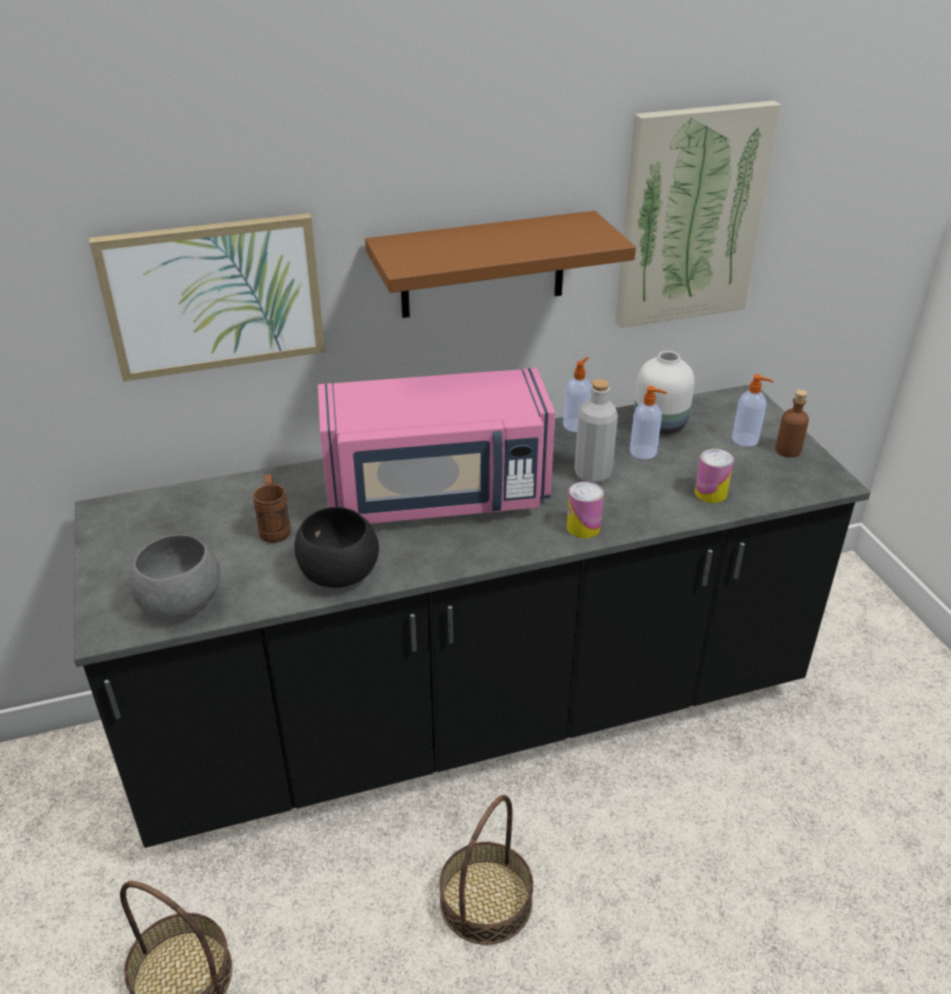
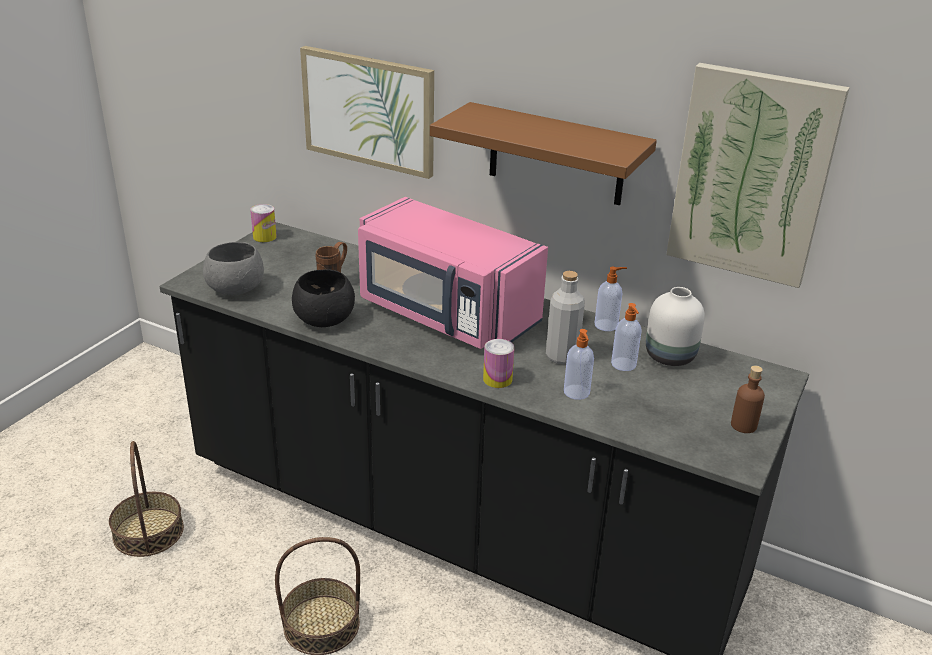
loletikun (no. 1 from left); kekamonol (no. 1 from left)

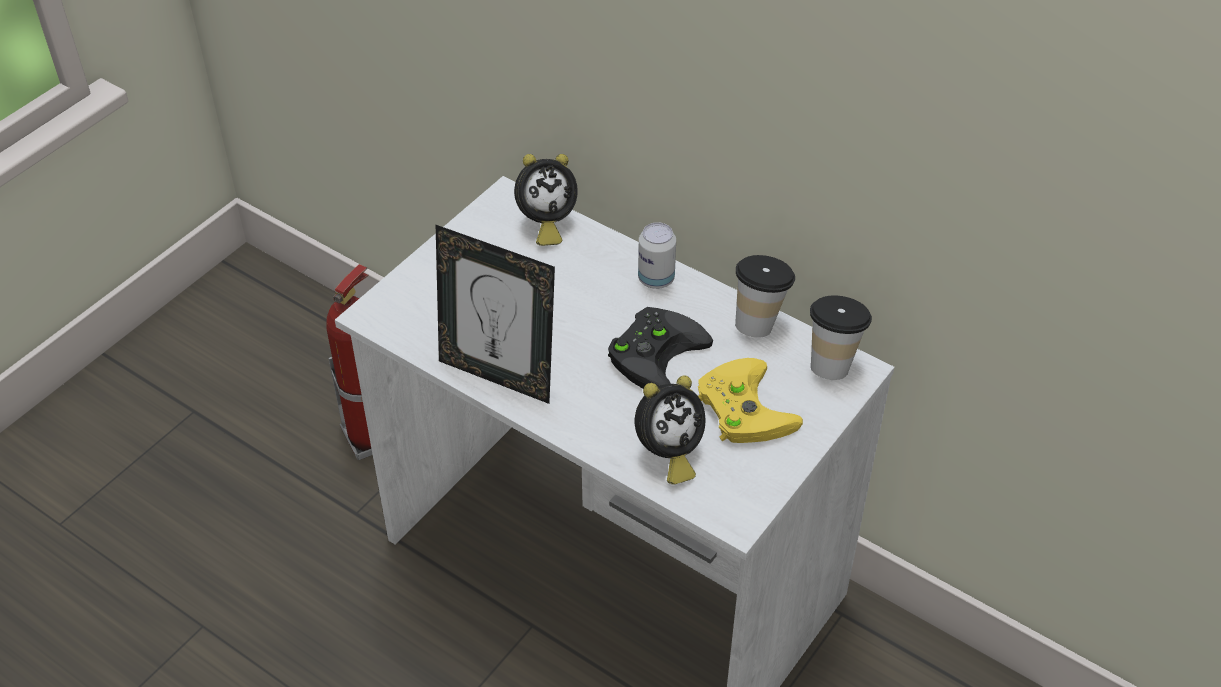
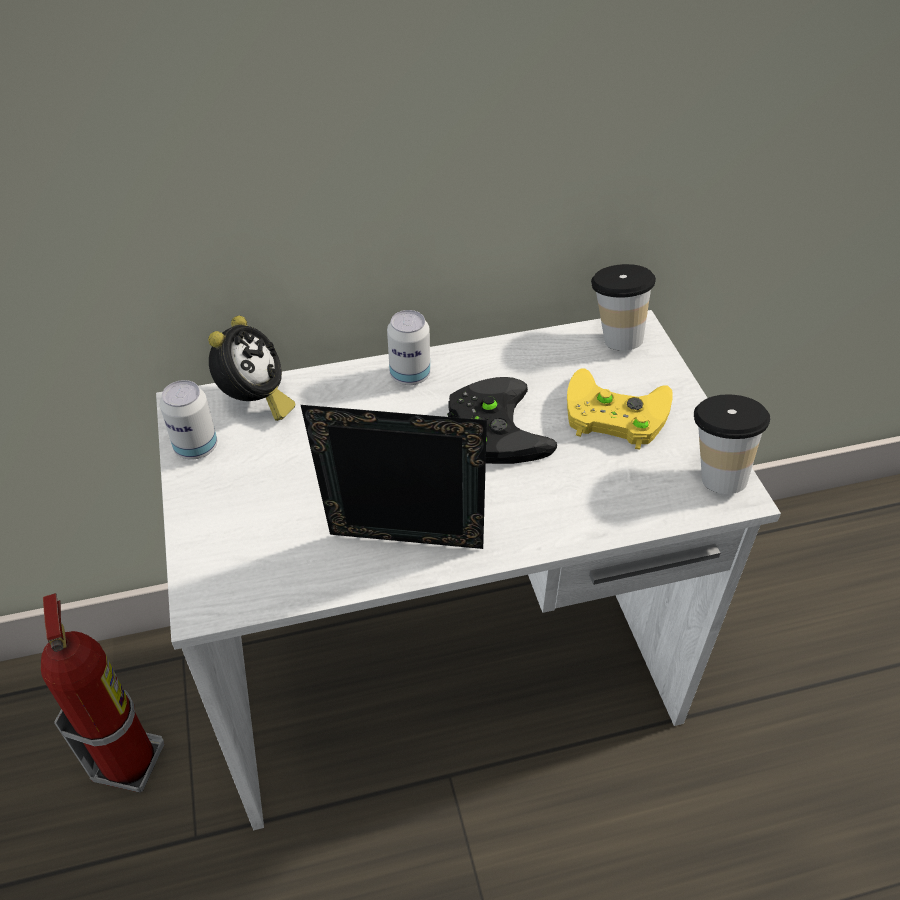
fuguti; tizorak (no. 2 from left); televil (no. 2 from left in the first image); kekamonol (no. 1 from left)

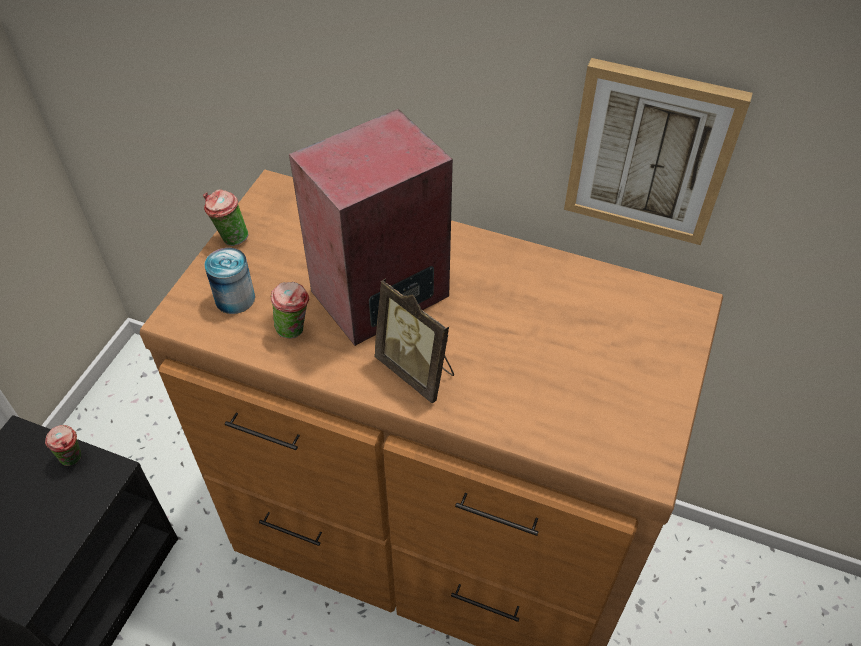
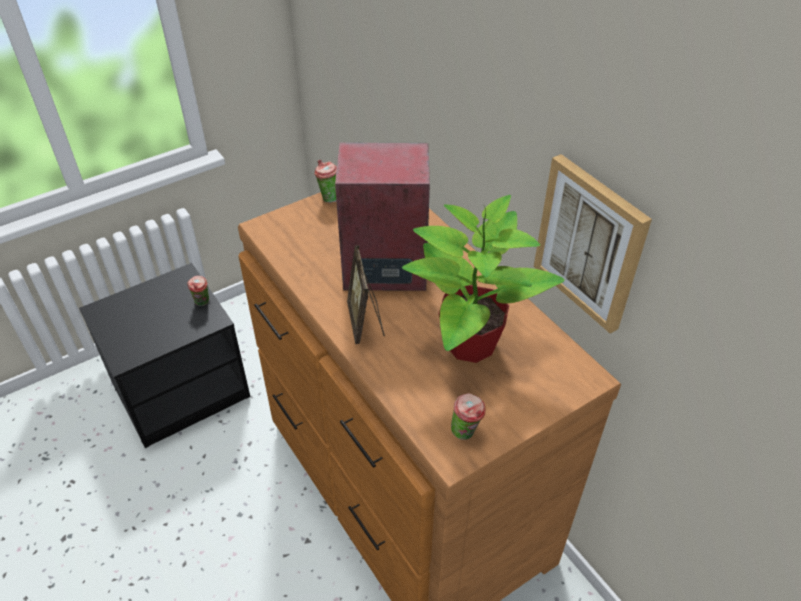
kekamonol; tizorak (no. 3 from left); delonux

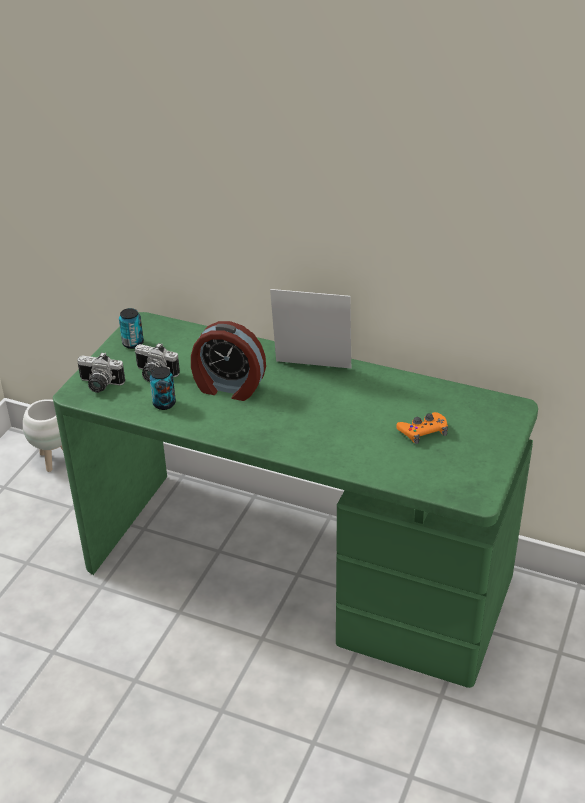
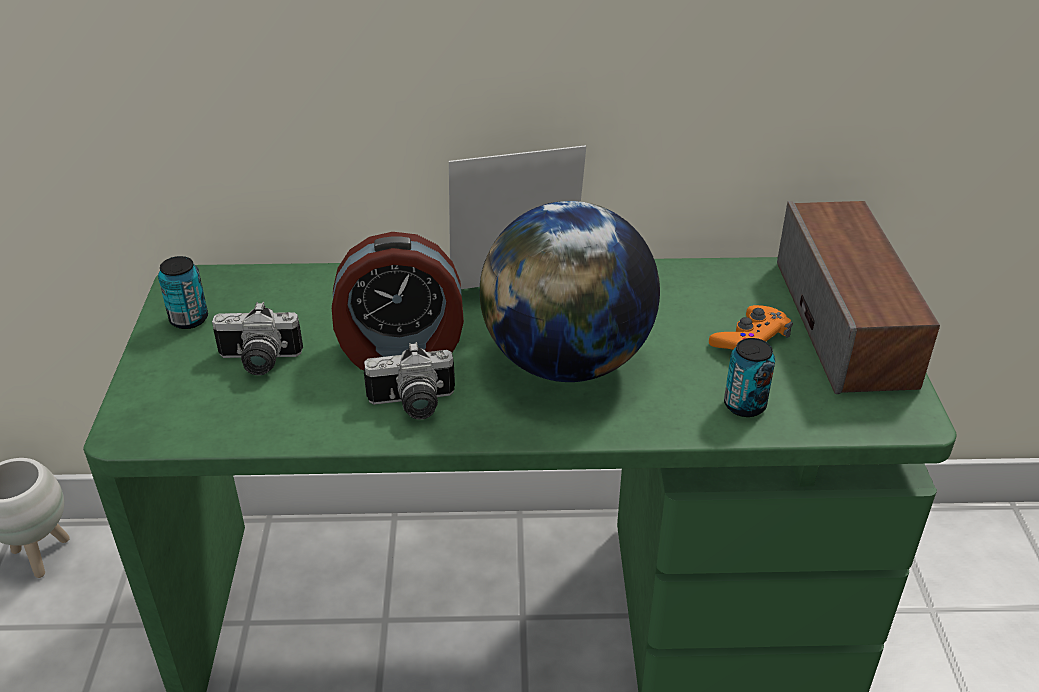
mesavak (no. 2 from left); kekamonol (no. 2 from left); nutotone; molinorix

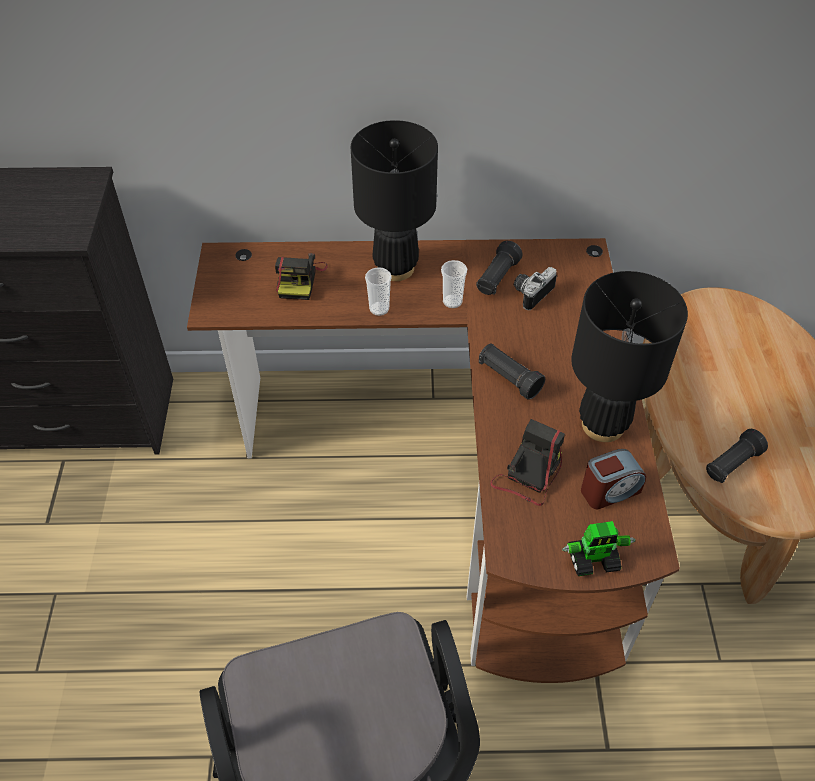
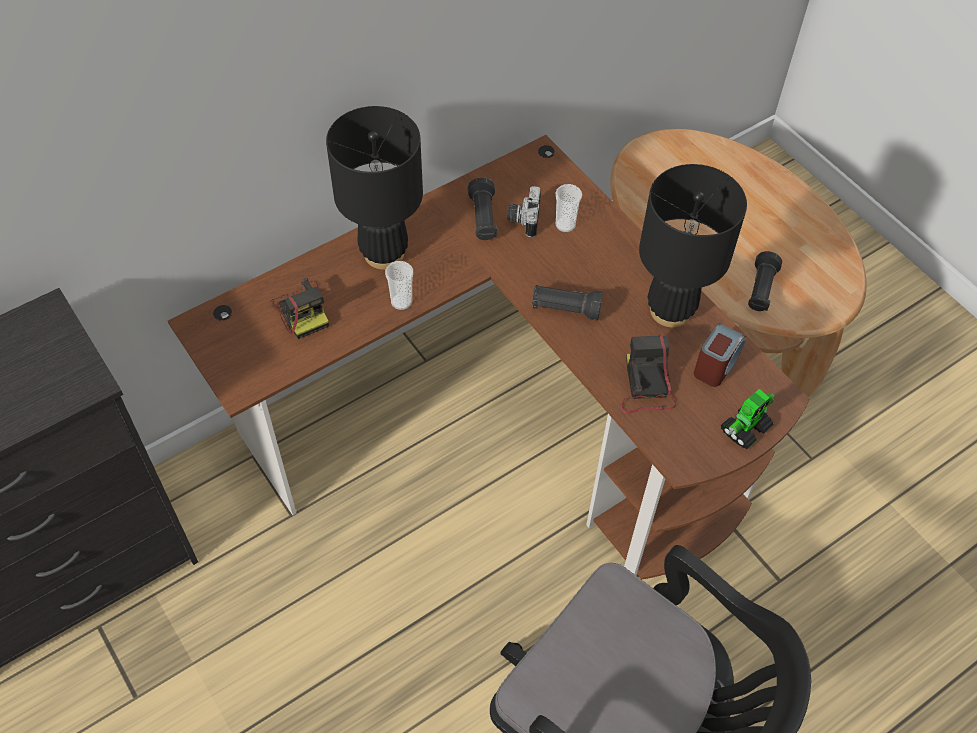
tizorak (no. 2 from left)

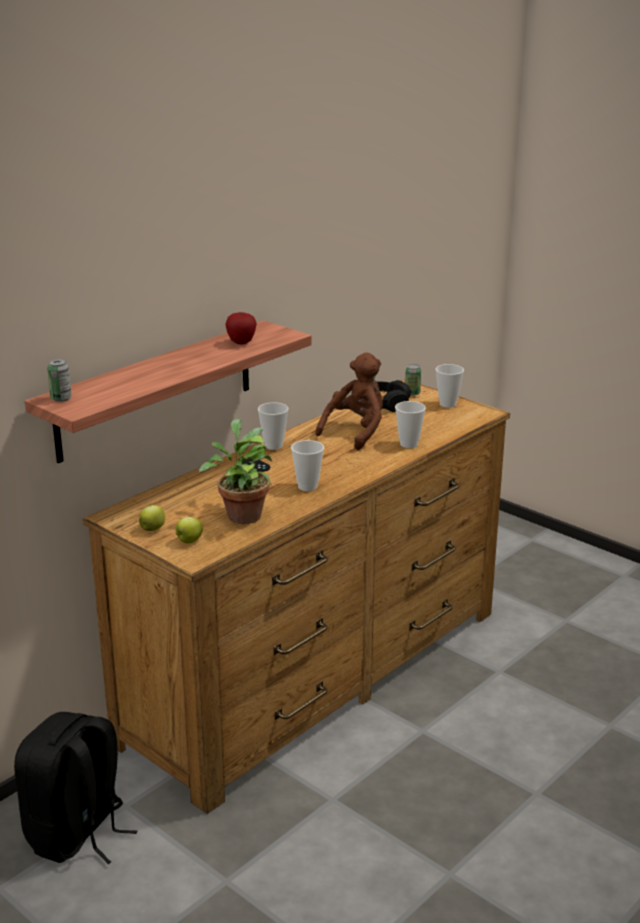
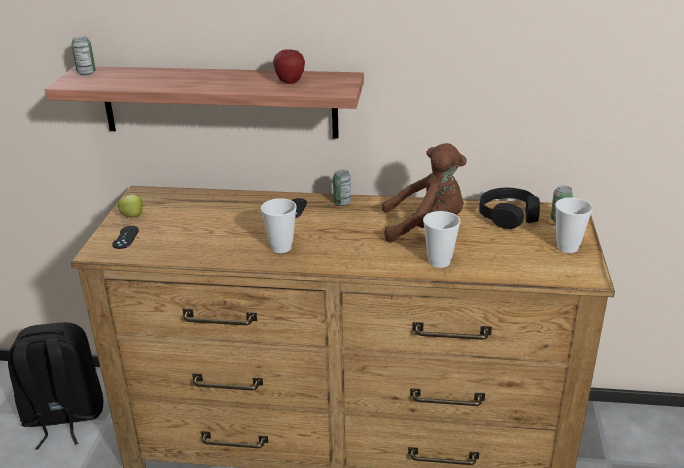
kekamonol (no. 2 from left); delonux; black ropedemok (no. 1 from left)

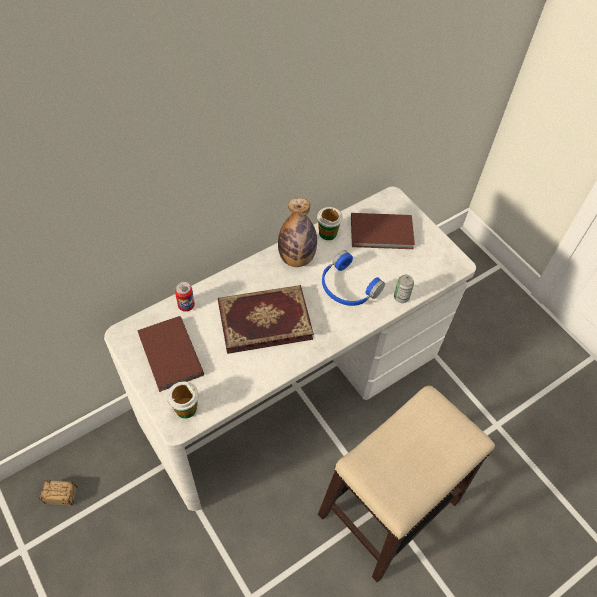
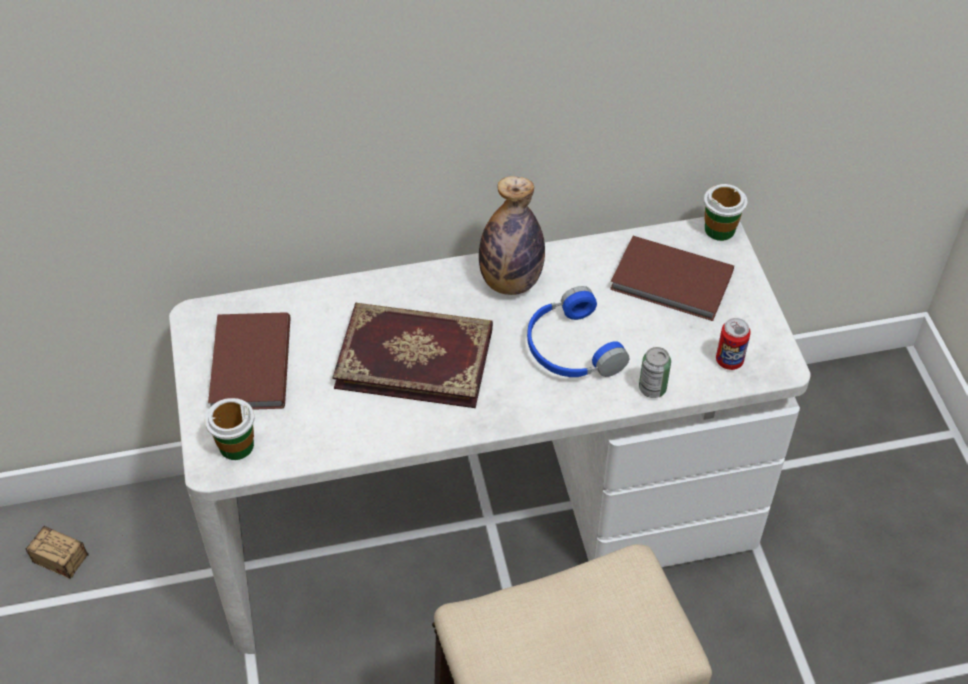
tizorak (no. 2 from left); kekamonol (no. 2 from left)

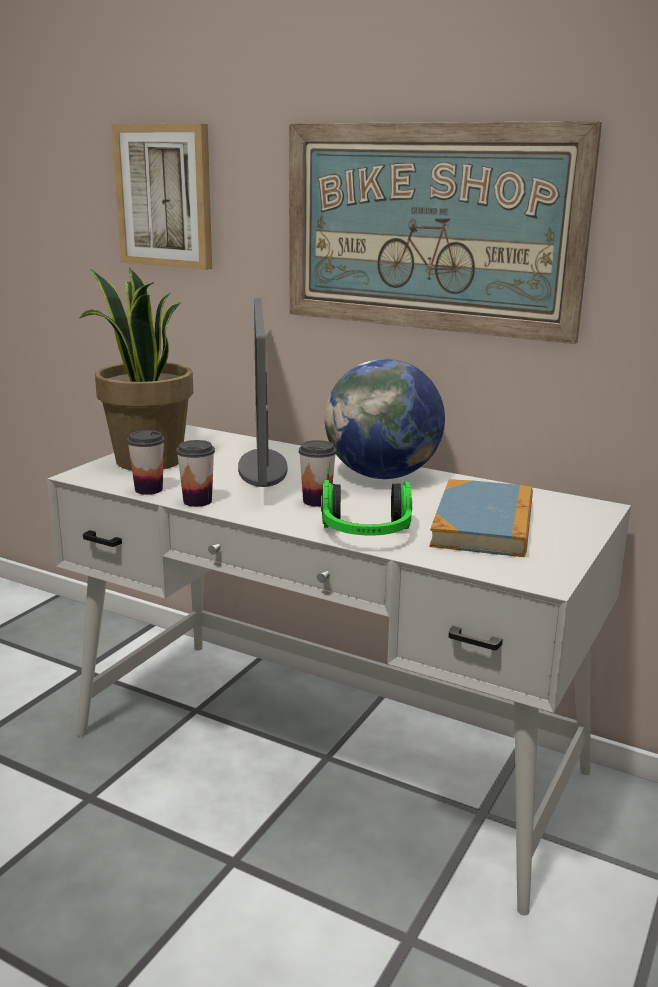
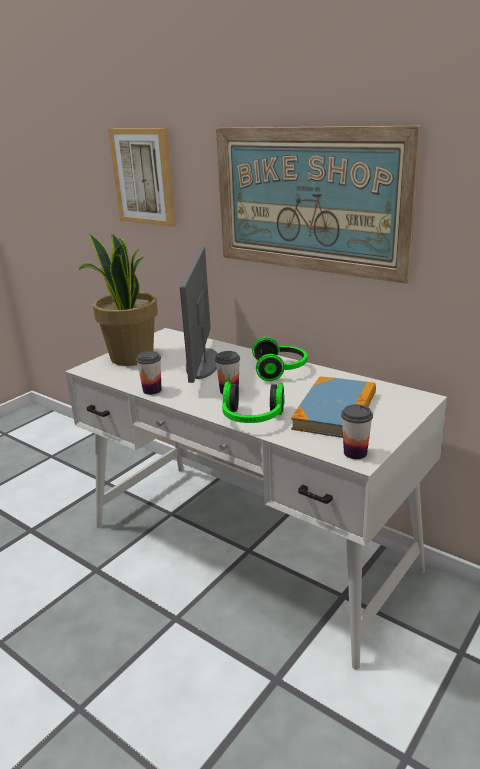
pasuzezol (no. 2 from left); tizorak (no. 3 from left)

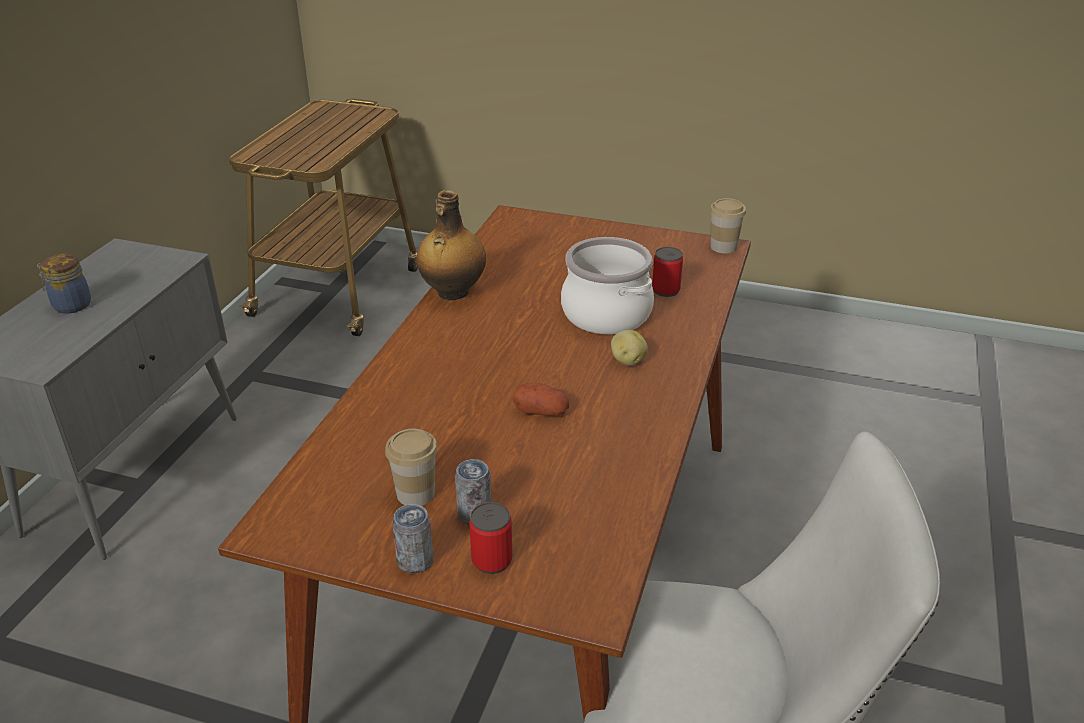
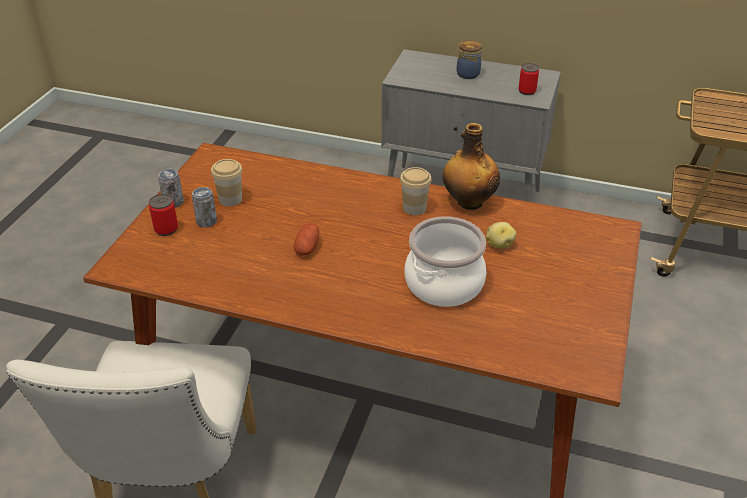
tizorak (no. 2 from left); kekamonol (no. 4 from left); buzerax (no. 2 from left)

